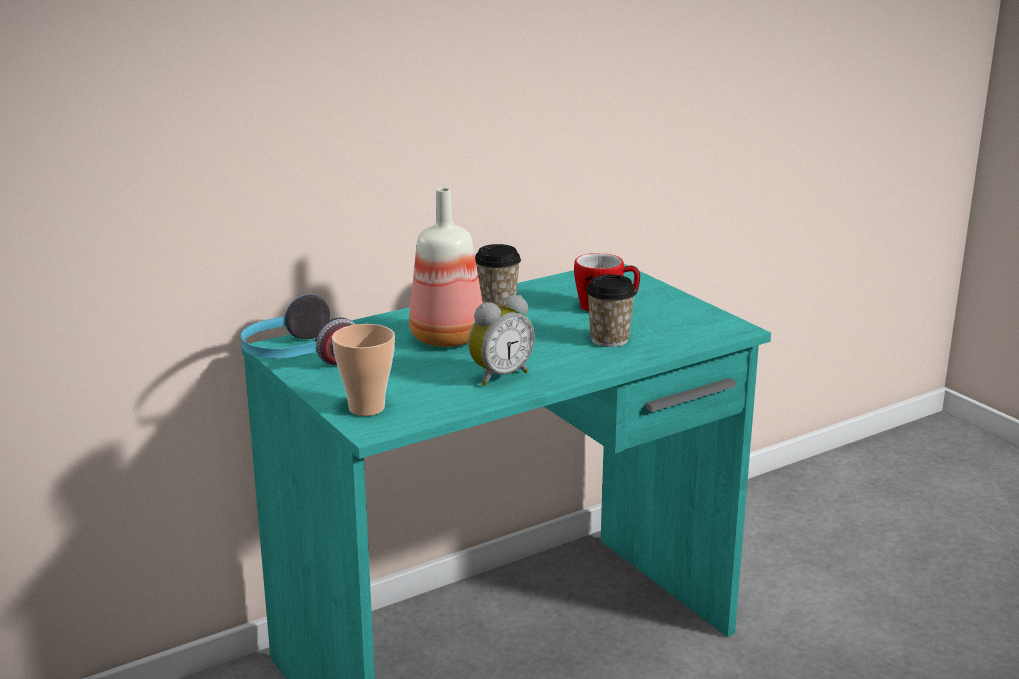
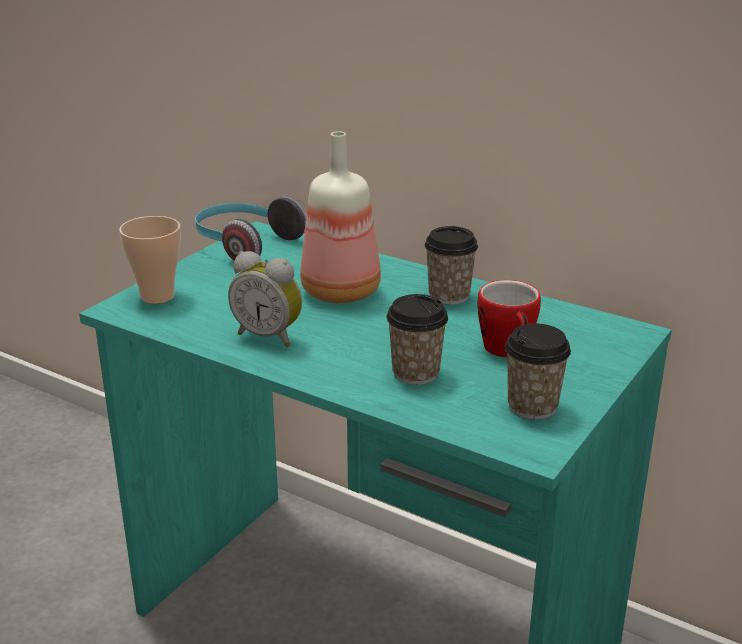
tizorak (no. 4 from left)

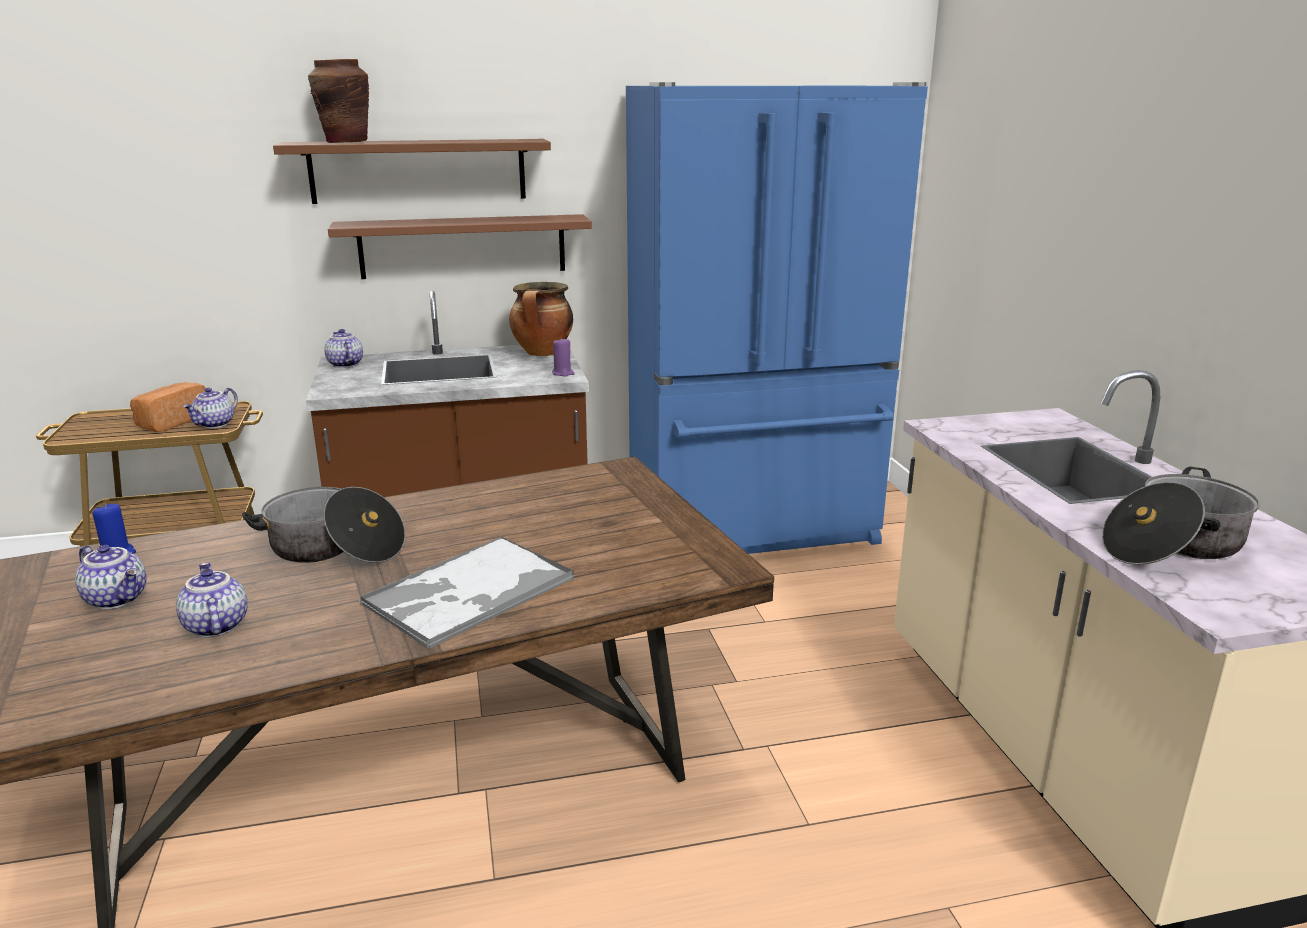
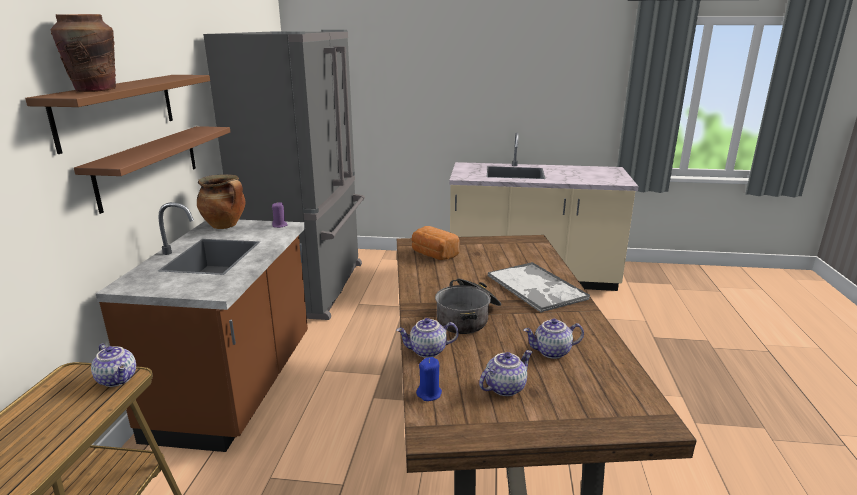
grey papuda; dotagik (no. 2 from left); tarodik; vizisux (no. 3 from left in the first image)

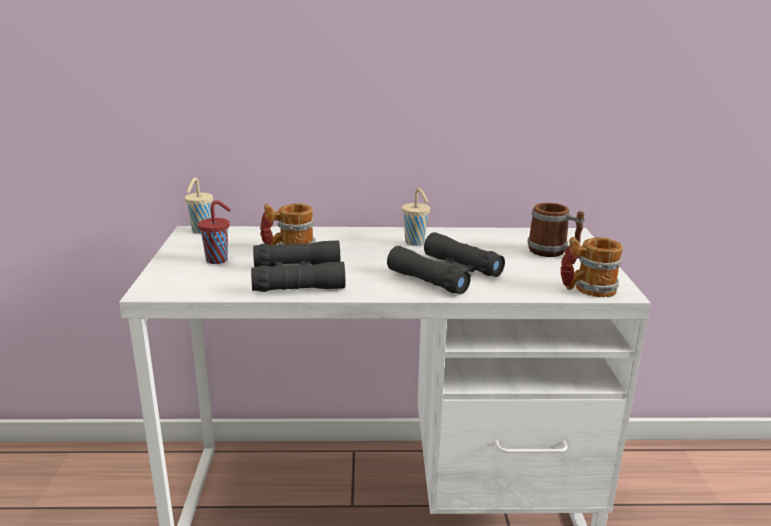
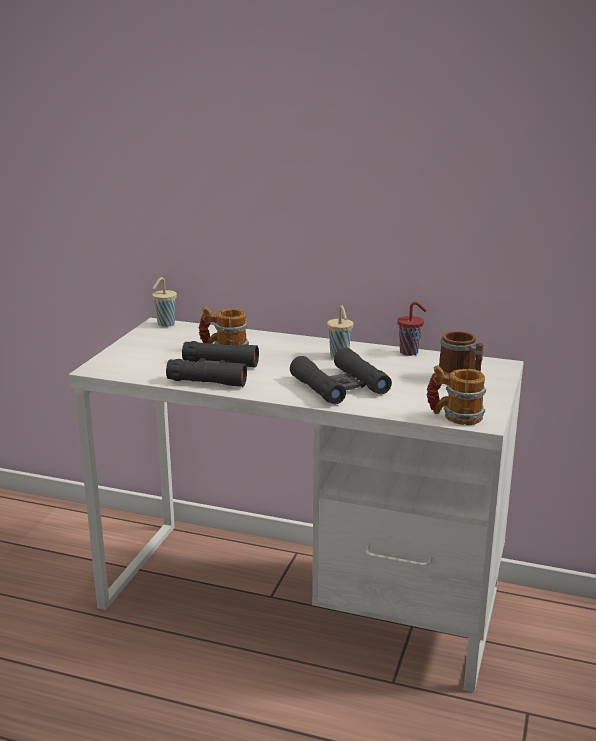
red tizorak

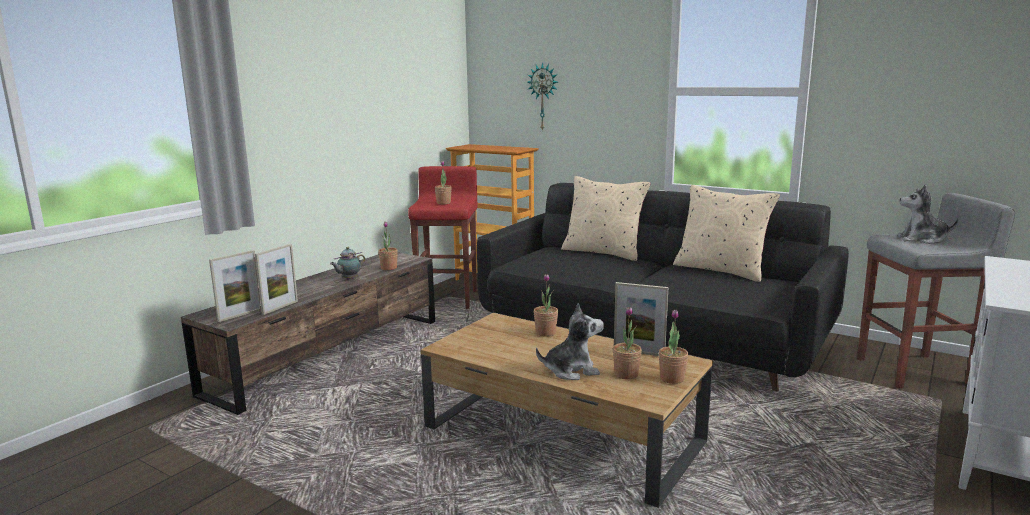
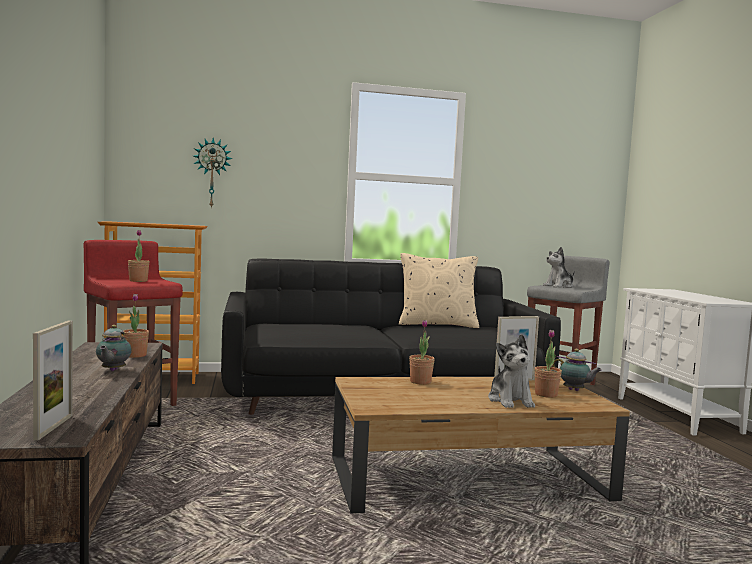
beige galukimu (no. 1 from left in the first image); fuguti (no. 2 from left in the first image); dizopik (no. 1 from left); dotagik (no. 2 from left)

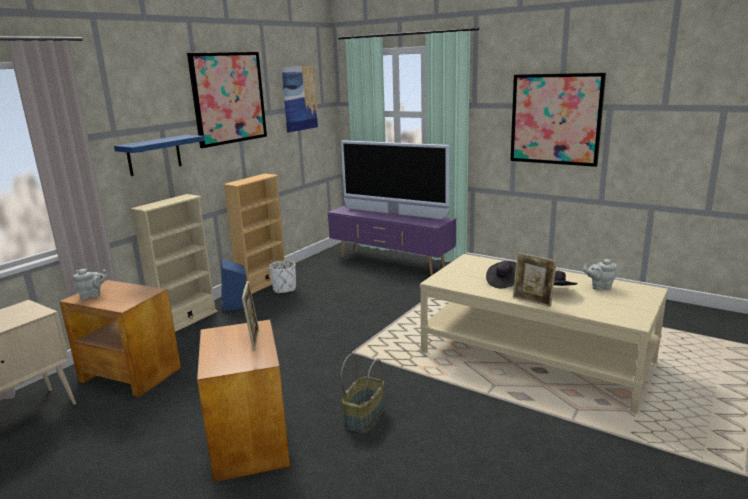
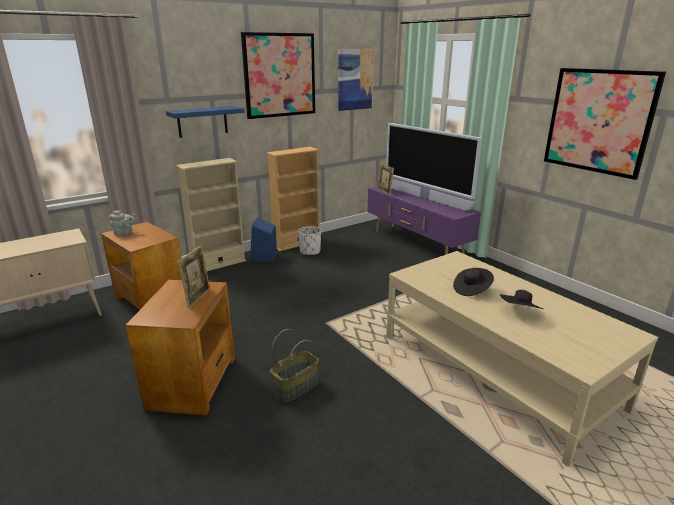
fuguti (no. 2 from left); grey dotagik (no. 2 from left in the first image)

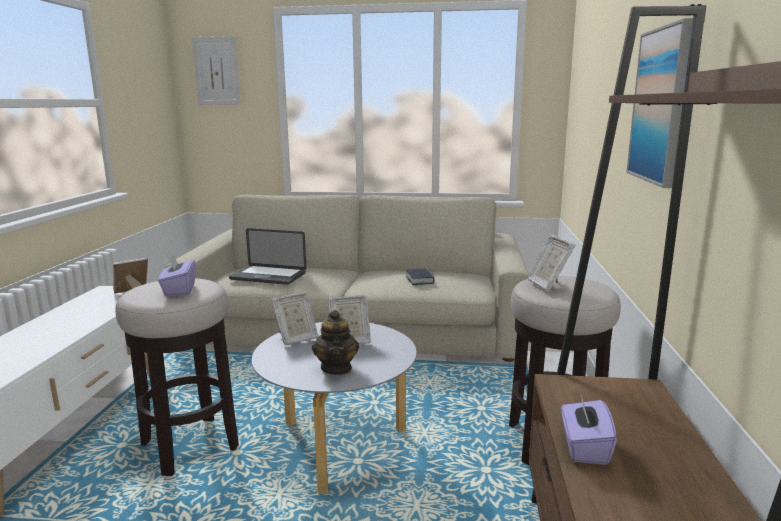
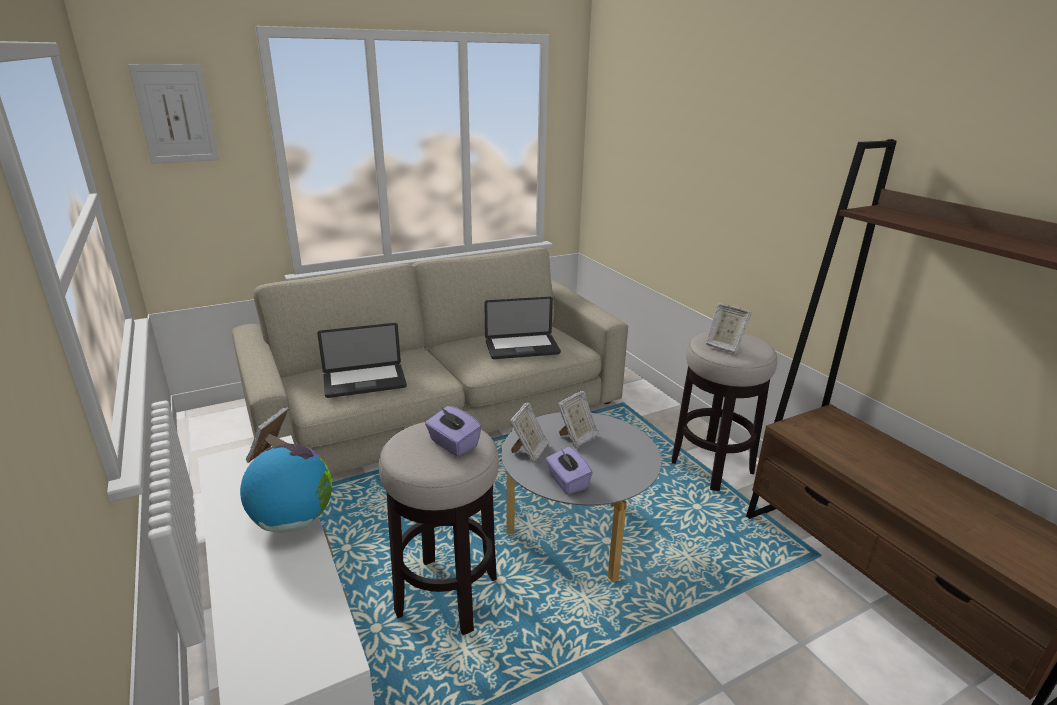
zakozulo (no. 2 from left in the first image); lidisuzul (no. 2 from left); dotagik; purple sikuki (no. 2 from left); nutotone

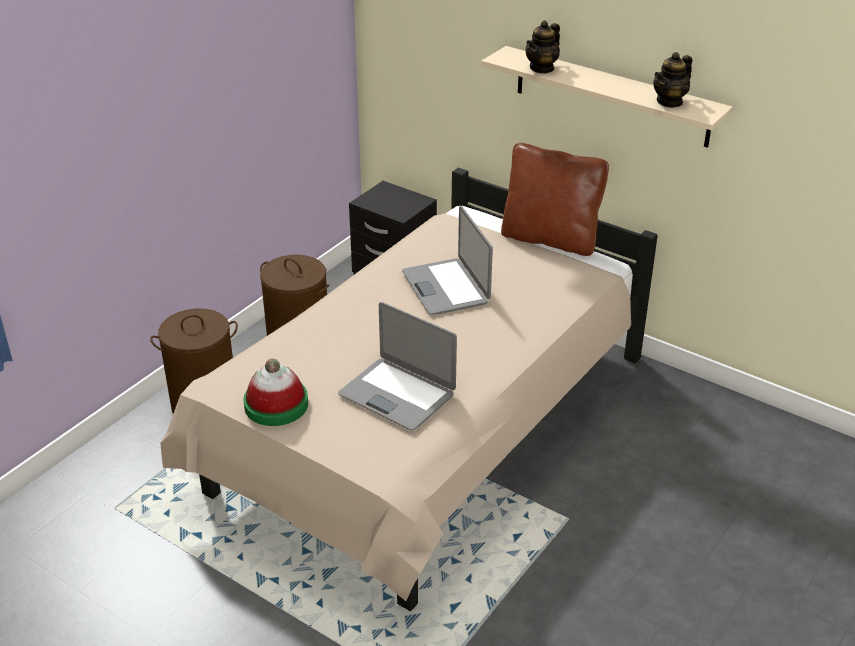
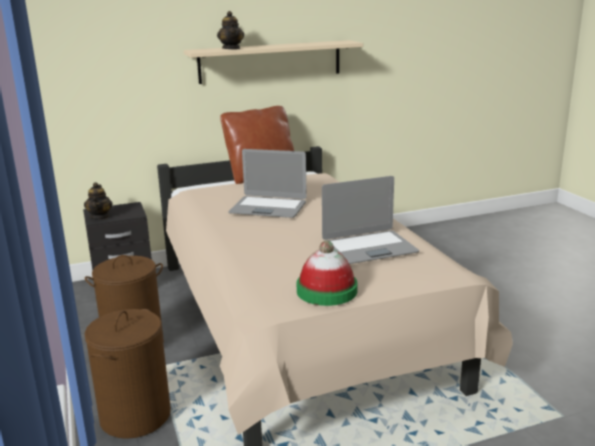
dotagik (no. 1 from left)

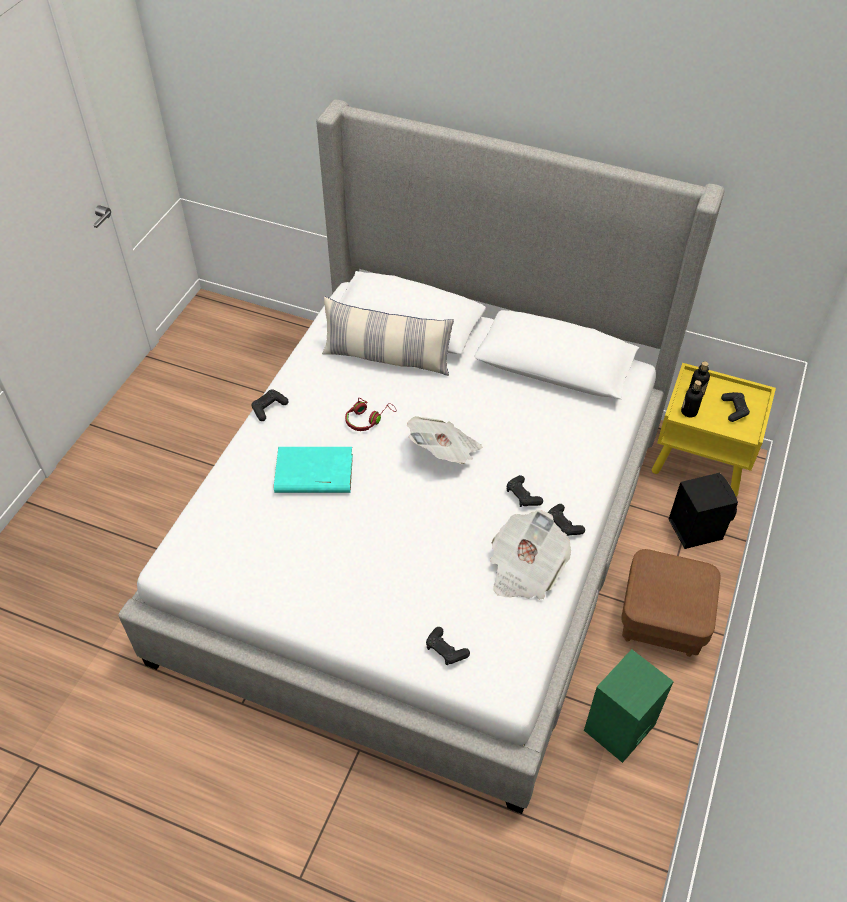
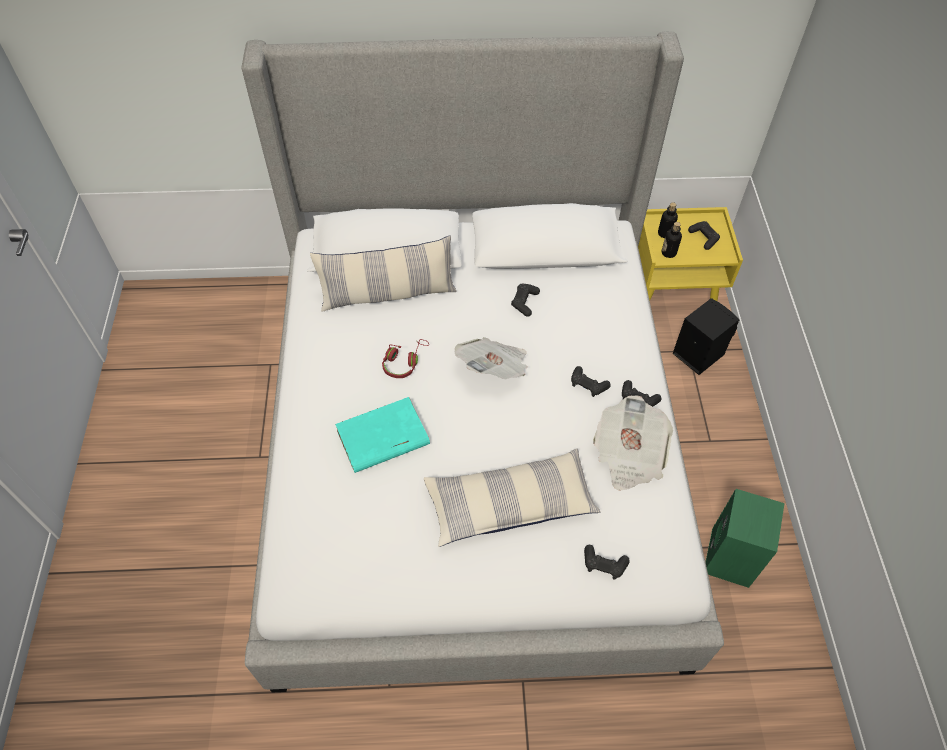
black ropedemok (no. 1 from left); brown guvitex; galukimu (no. 2 from left)

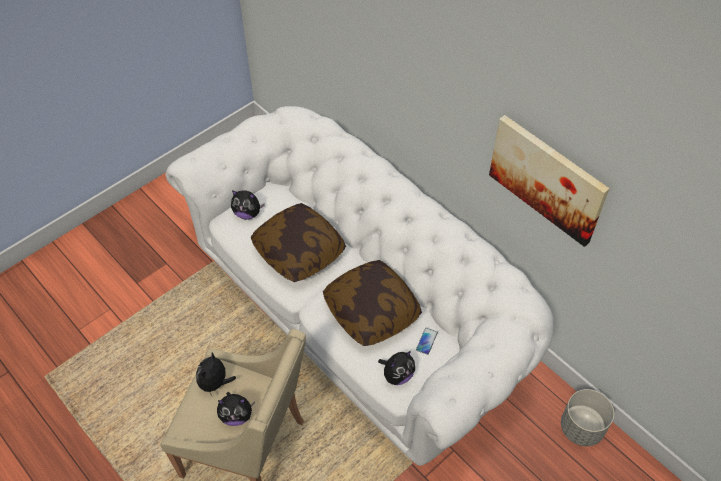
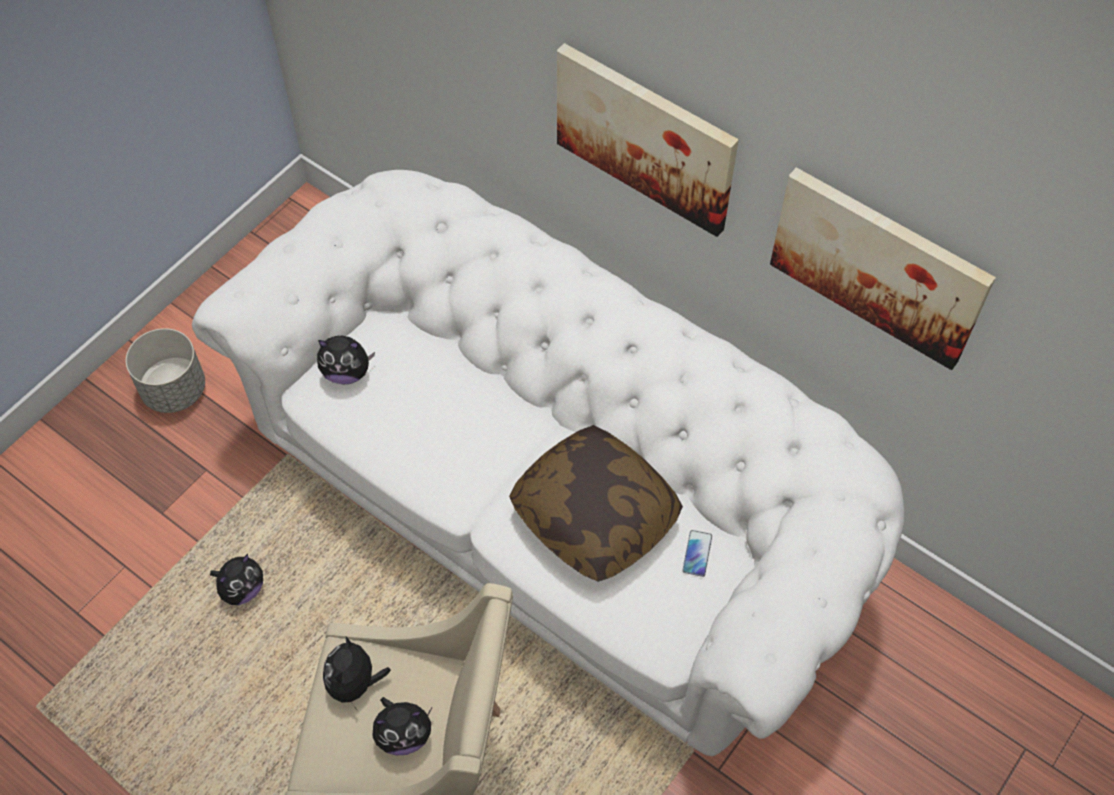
galukimu (no. 1 from left in the first image); dizopik (no. 1 from left); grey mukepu; zakozulo (no. 1 from left)

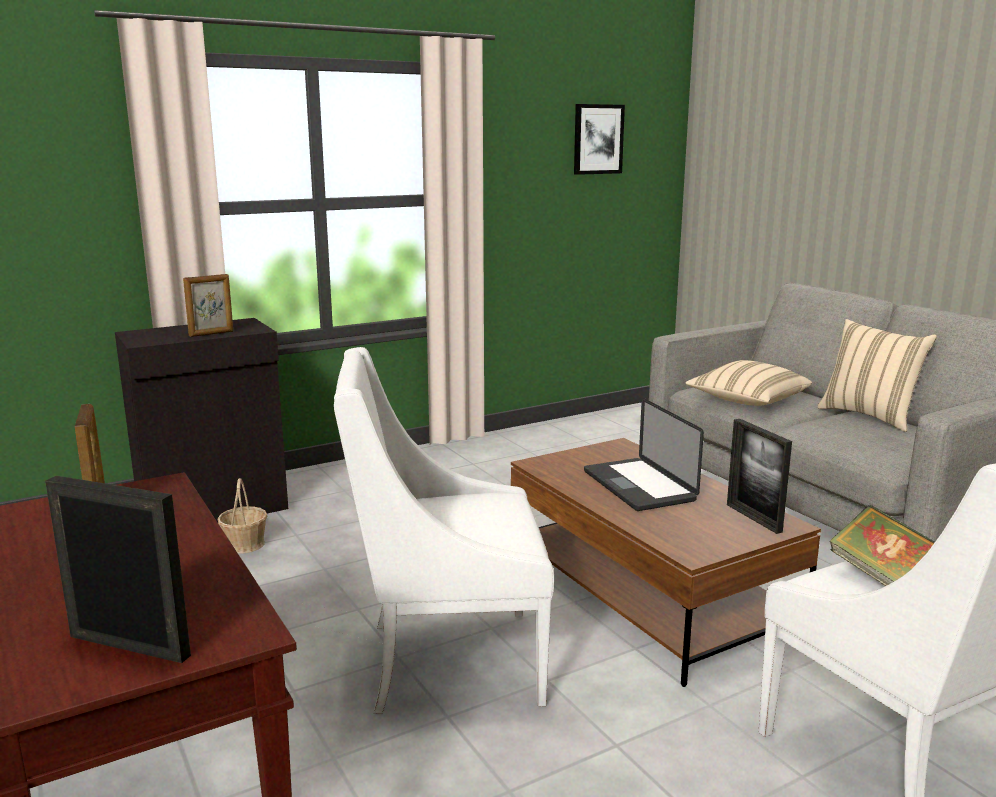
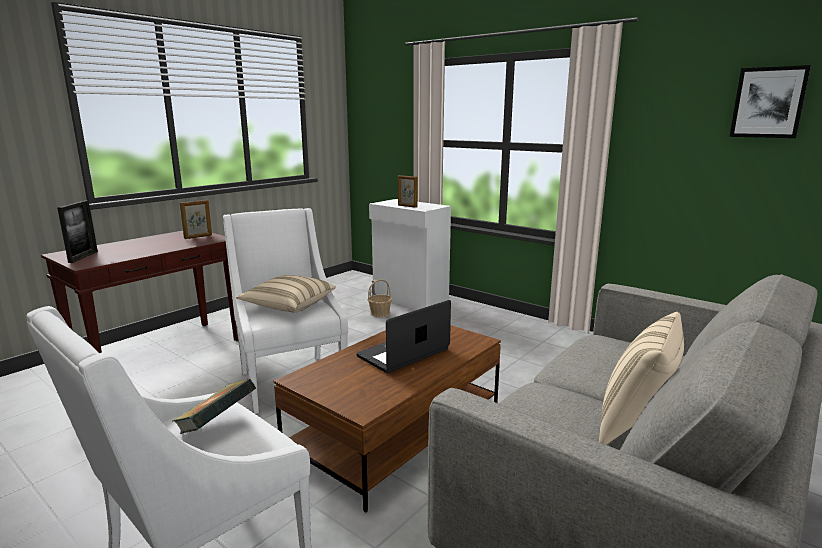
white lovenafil; beige galukimu (no. 1 from left); fuguti (no. 4 from left in the first image)

